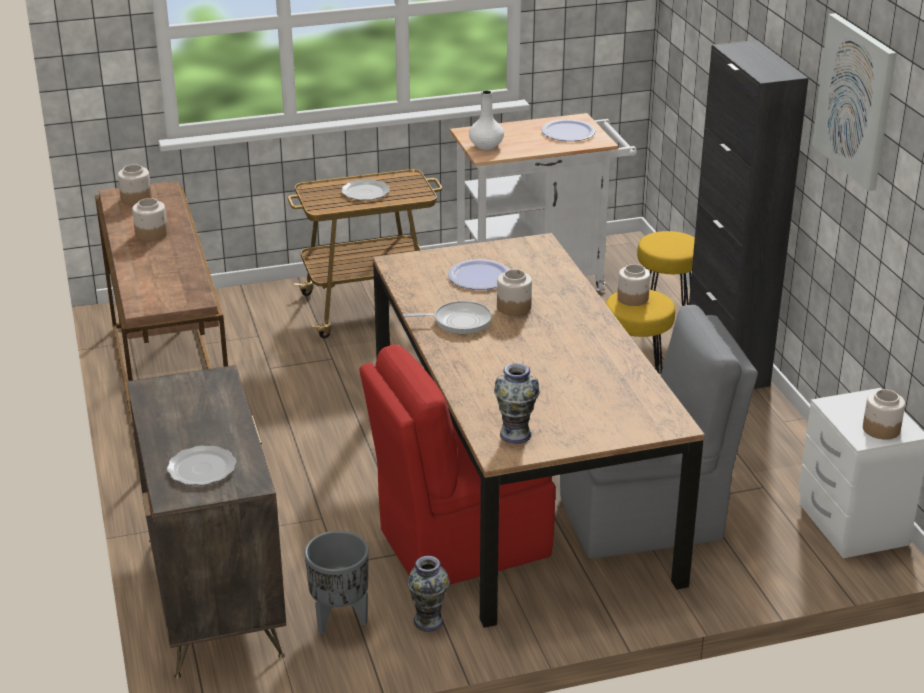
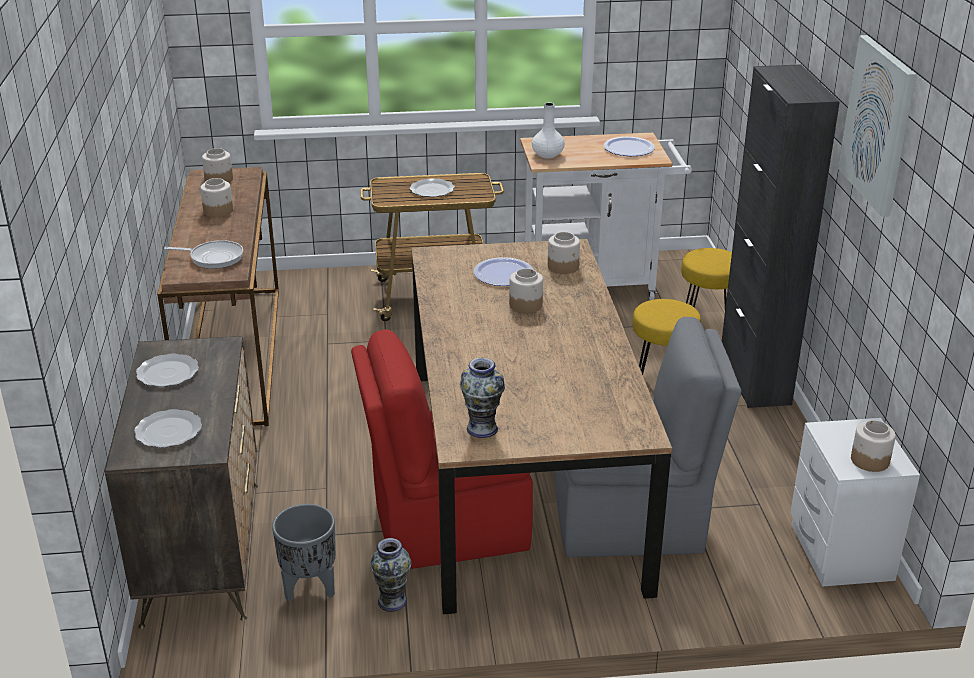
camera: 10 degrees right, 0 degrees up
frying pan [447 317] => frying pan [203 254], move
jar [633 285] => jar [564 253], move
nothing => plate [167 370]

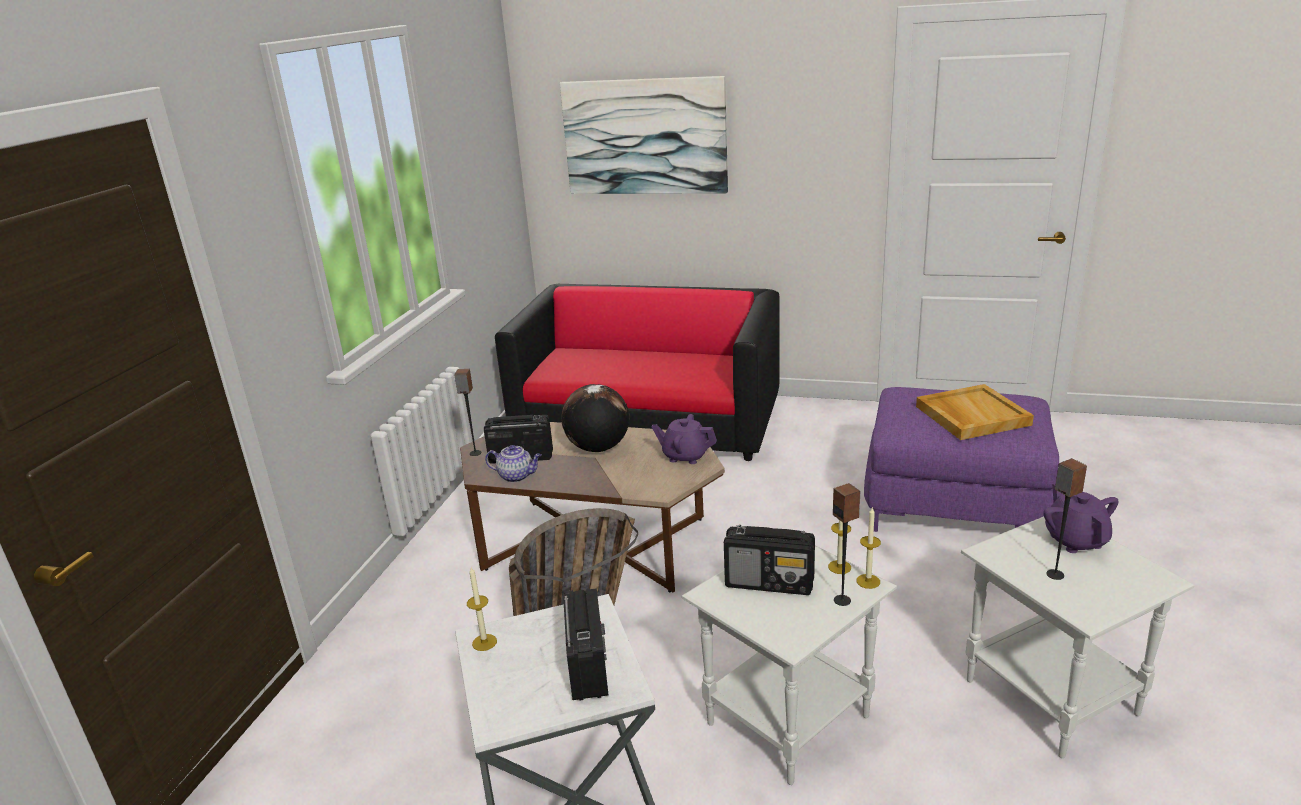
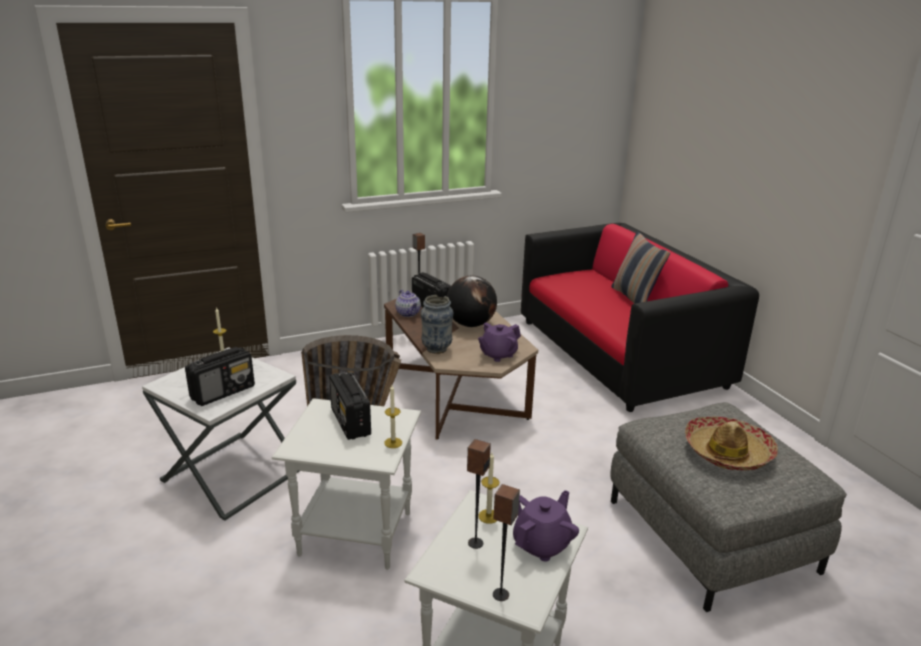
camera: 50 degrees right, 0 degrees up
picture [644 135] => nothing
teapot (purple) [684 439] => teapot (purple) [499 342], 105 degrees counterclockwise
speaker [846 544] => speaker [506 542], move
candle [868 548] => candle [488 488], move
ottoman (purple) [961 459] => ottoman (grey) [728 507]
tray (beige) [975 412] => hat [731 443]
nothing => vase [437 324]
nothing => pillow [640 267]

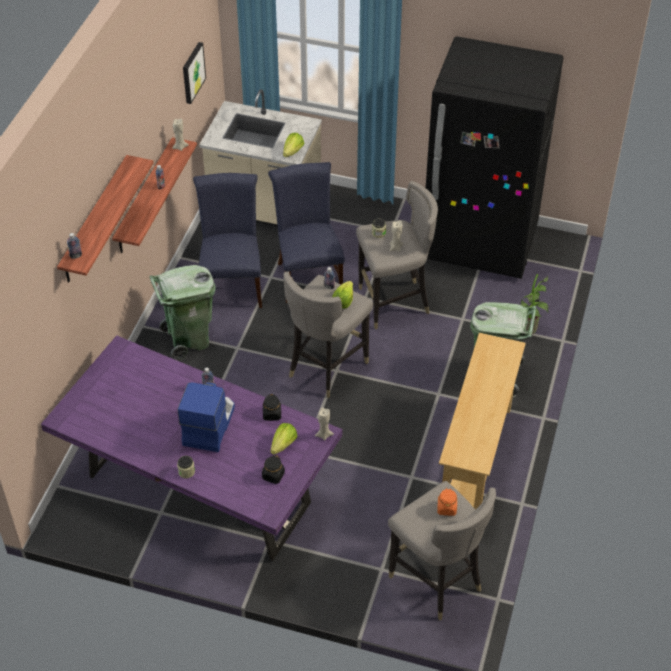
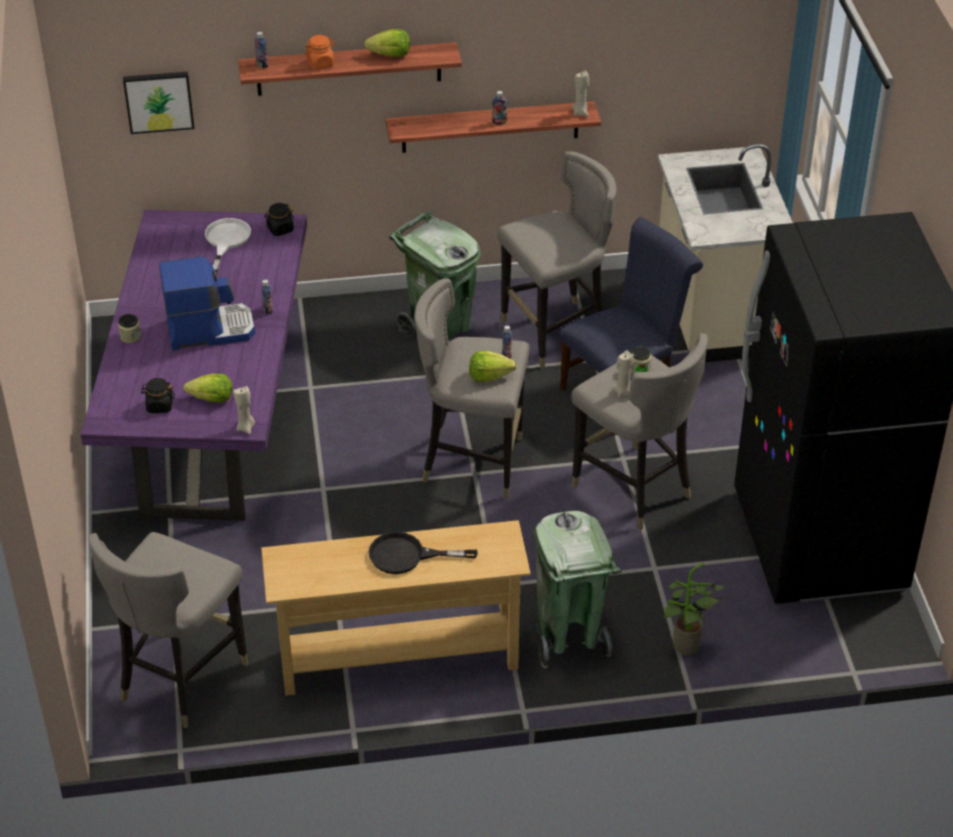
camera: 65 degrees right, 5 degrees down
picture [194 73] => picture [159 103], move
chair (blue) [227 240] => stool (grey) [556 259]
jar (black) [272 407] => jar (black) [279 219], move
lettuce [293 145] => lettuce [387 43], move
jar (orange) [447 502] => jar (orange) [320 52], move
nothing => frying pan (white) [228 247]
nothing => frying pan (black) [423 553]

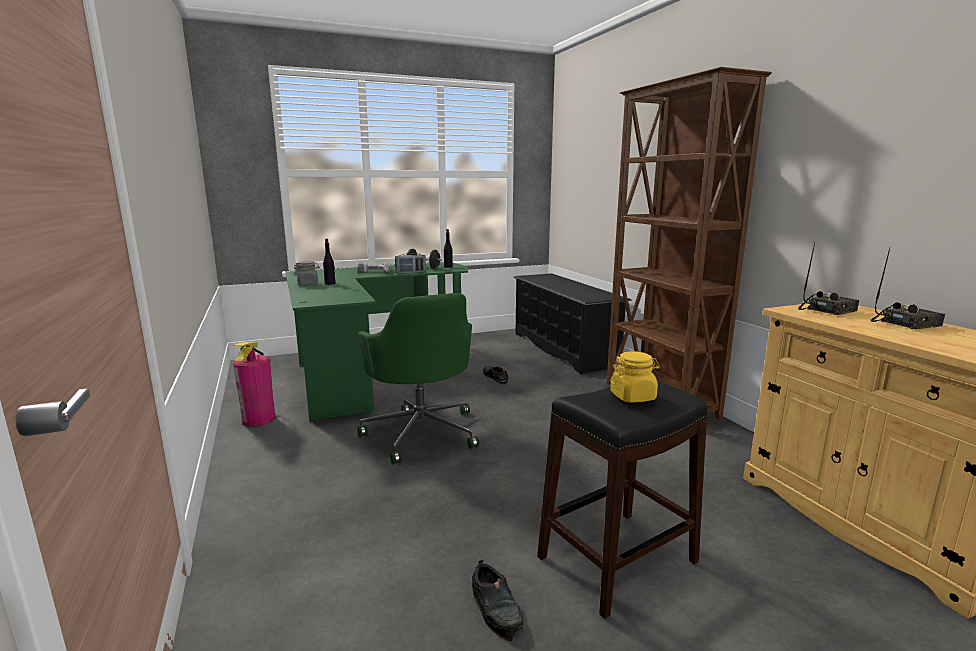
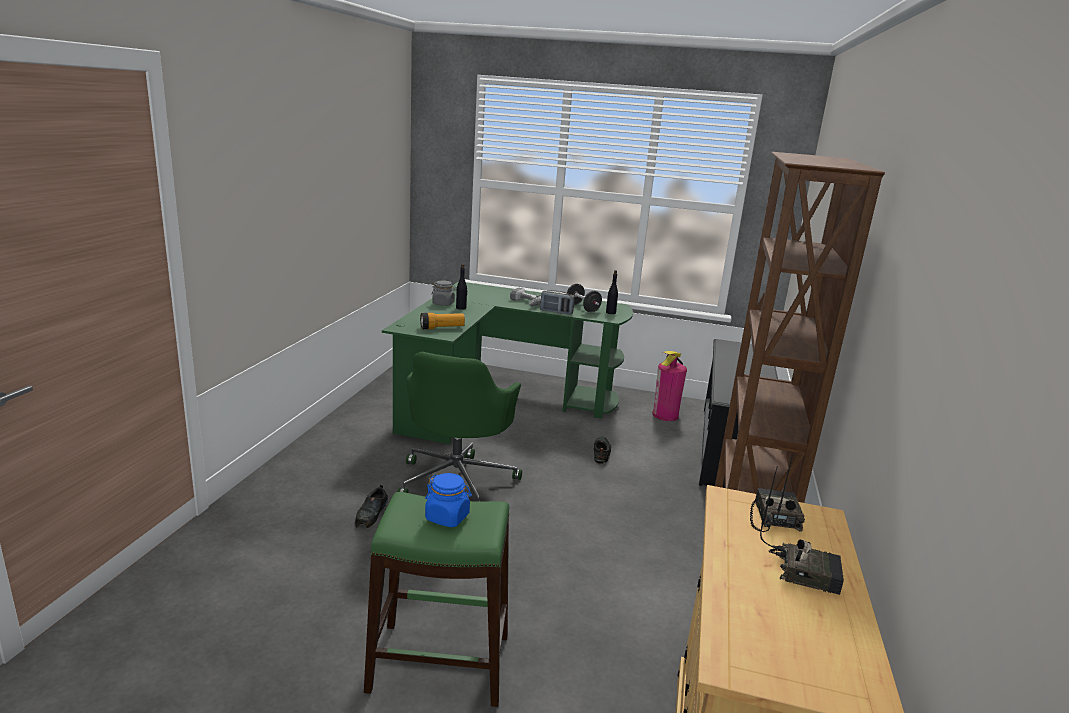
camera: 35 degrees right, 5 degrees up
fire extinguisher [254 384] => fire extinguisher [669 386], move
shoe (black) [498 600] => shoe (black) [371 506], move
stool (black) [622 500] => stool (green) [436 599]
jar (yellow) [635 377] => jar (blue) [448 500]
radio [828 278] => radio [777 493], 90 degrees counterclockwise
nothing => flashlight [442 321]

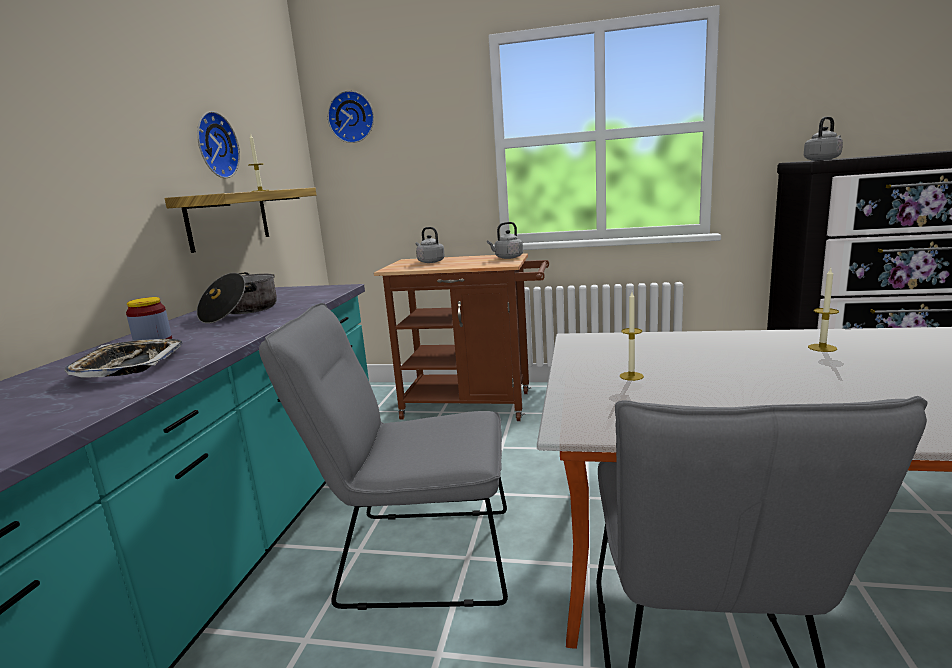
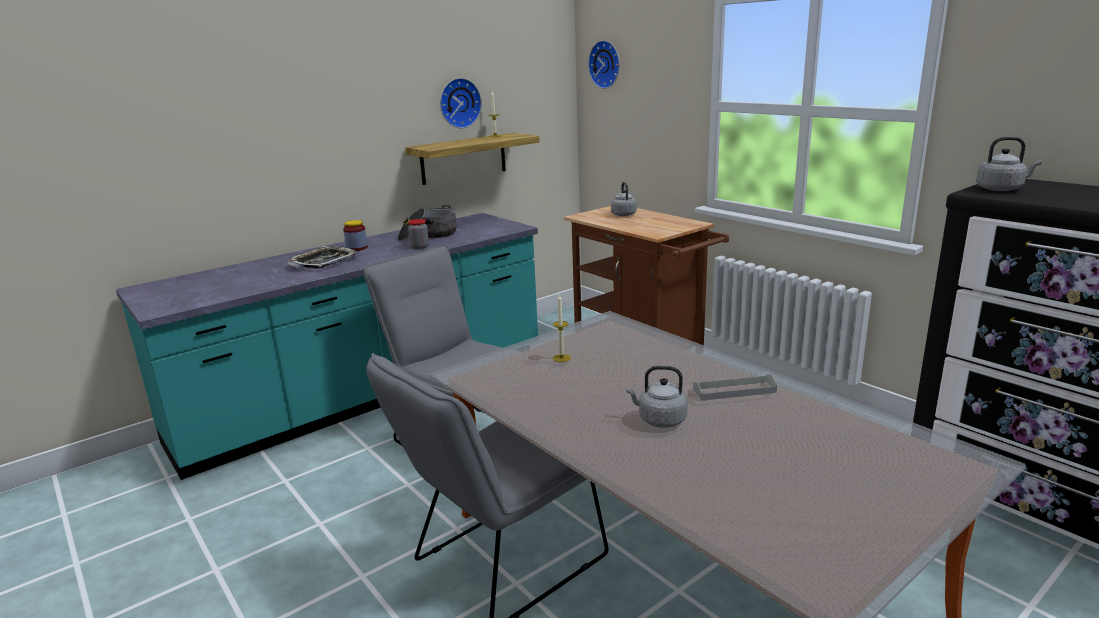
camera: 40 degrees right, 5 degrees up
kettle (grey) [505 240] => kettle (grey) [657 397], move
candle [823 310] => tray (grey) [735 388]
nothing => jar [418 234]

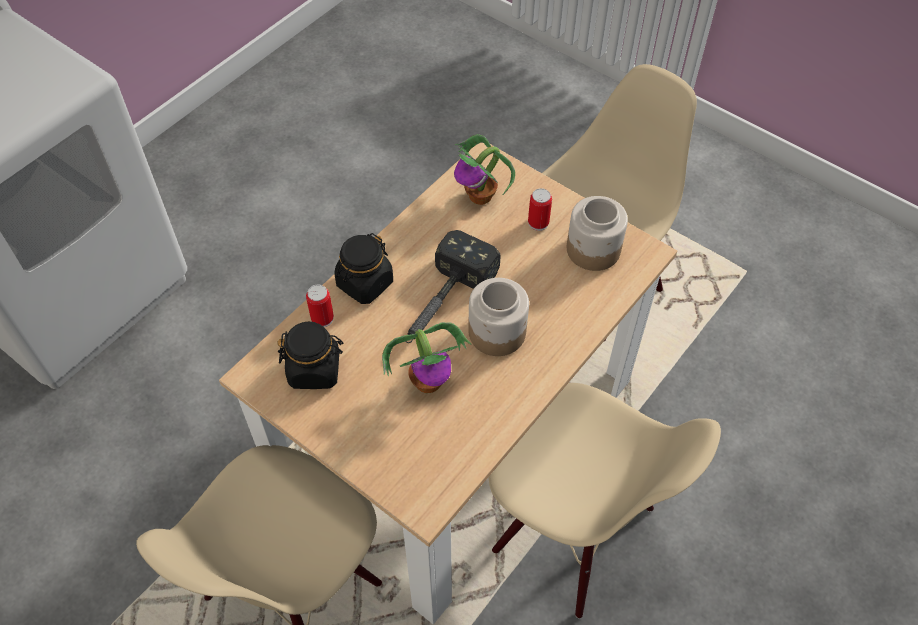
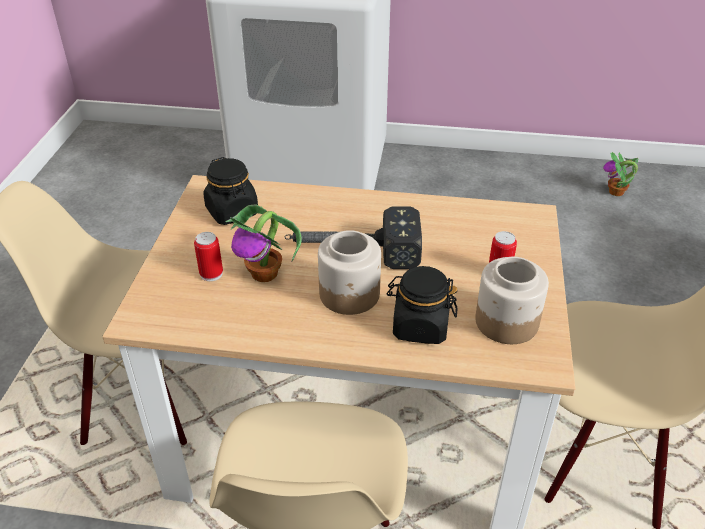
camera: 60 degrees right, 15 degrees down
can [320 306] => can [208 256], move
jar (black) [364 268] => jar (black) [422 305], move
potted plant [484 169] => potted plant [620 174], move

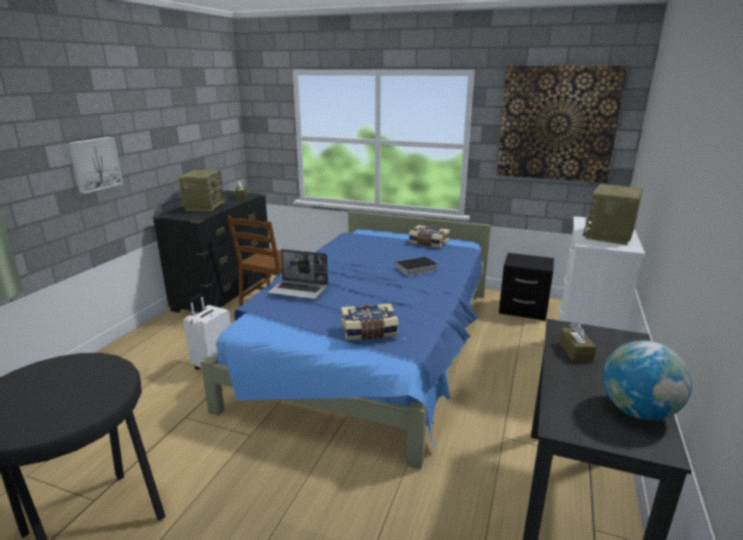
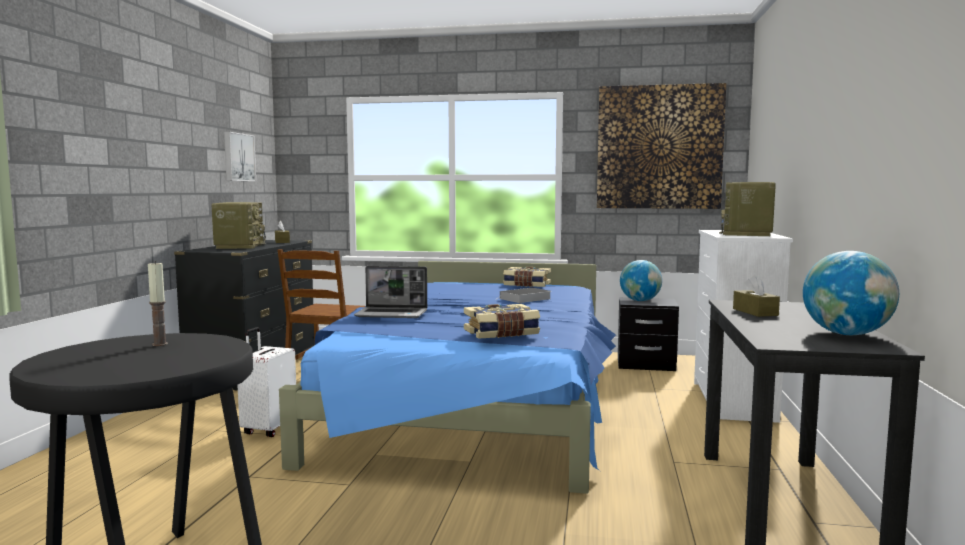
camera: 10 degrees left, 15 degrees down
picture [95 165] => picture [240 156], move
nothing => candle [158 303]
nothing => globe [641 280]

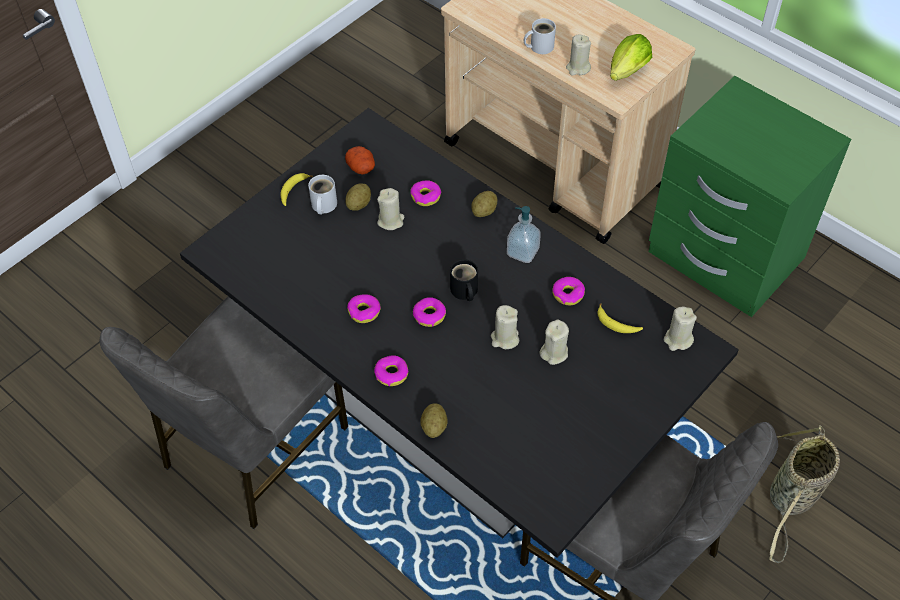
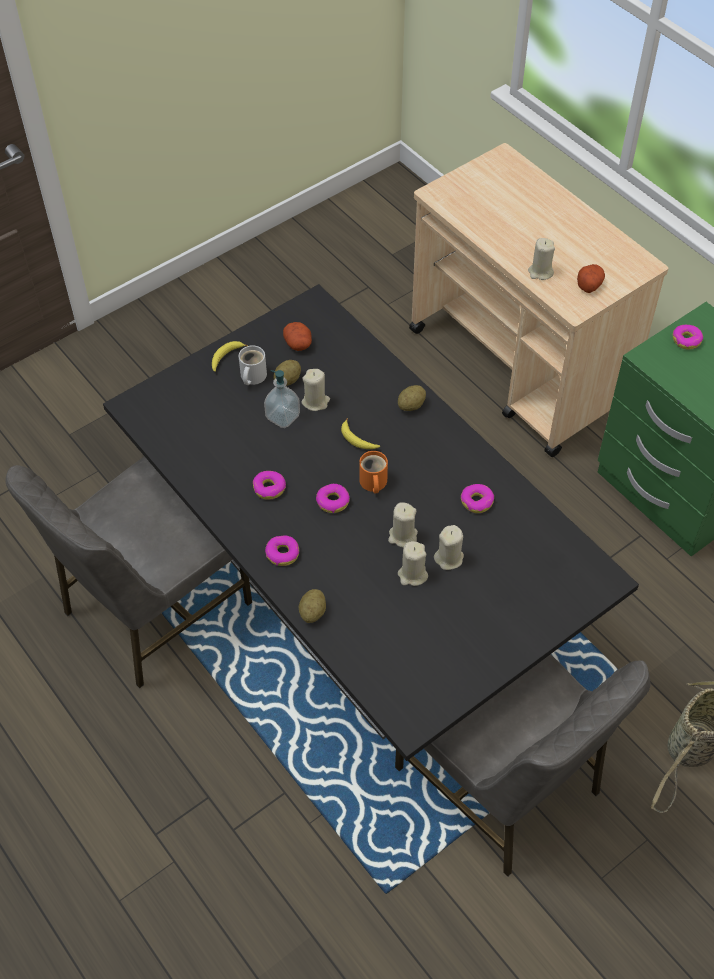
camera: 10 degrees right, 0 degrees up
donut [425 193] => donut [688 337], move
mug (black) [464 280] => mug (orange) [373 472]
soap dispenser [524 234] => soap dispenser [282 399], move
mug (white) [540 36] => nothing
banana [620 318] => banana [360 433], move
lettuce [631 57] => potato [591 278]
candle (beige) [680 329] => candle (beige) [413 563], move

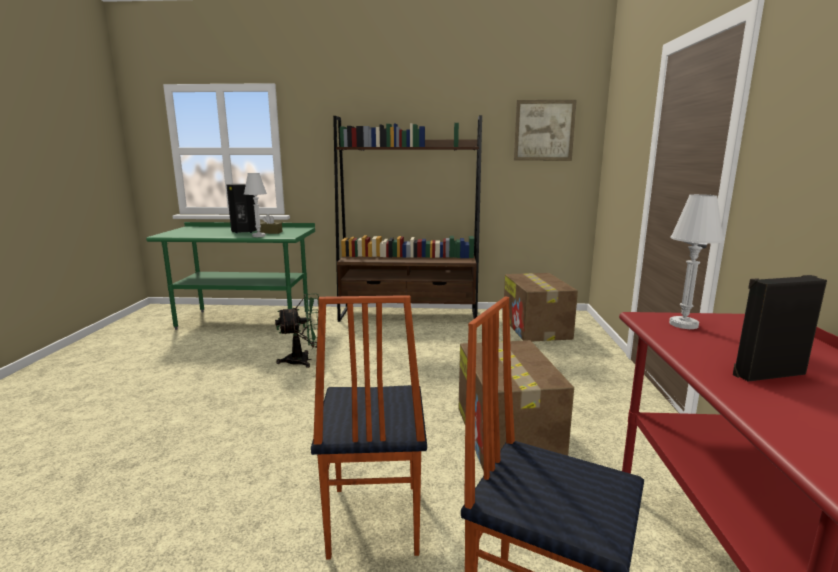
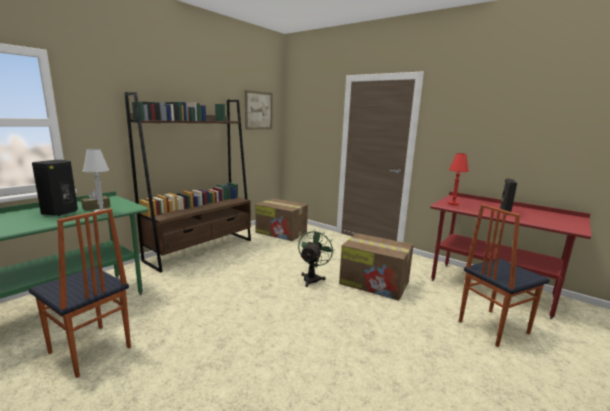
camera: 55 degrees left, 0 degrees up
fan (green) [297 330] => fan (green) [316 258], move
chair [369 427] => chair [79 293], move
table lamp (white) [696 261] => table lamp (red) [458 179]

